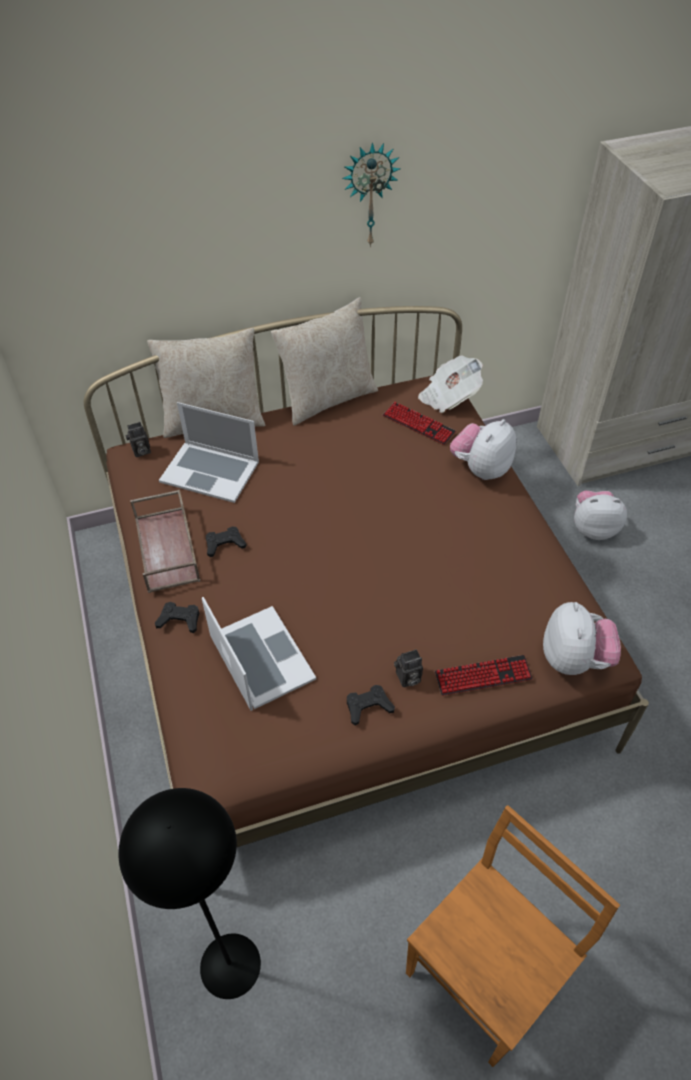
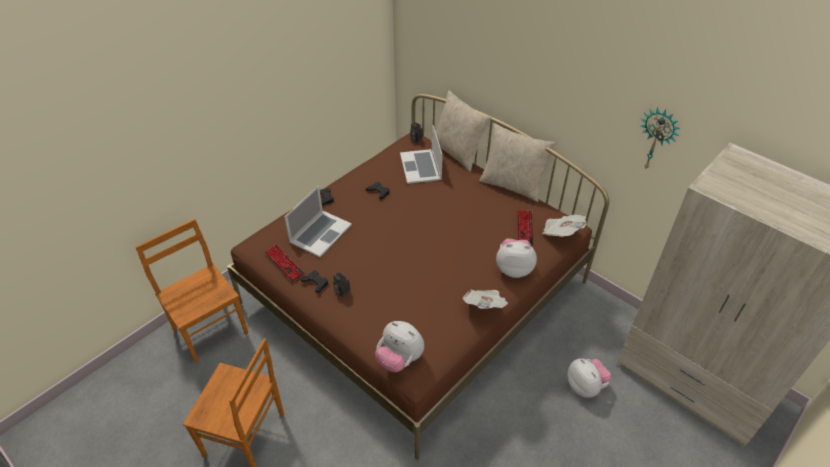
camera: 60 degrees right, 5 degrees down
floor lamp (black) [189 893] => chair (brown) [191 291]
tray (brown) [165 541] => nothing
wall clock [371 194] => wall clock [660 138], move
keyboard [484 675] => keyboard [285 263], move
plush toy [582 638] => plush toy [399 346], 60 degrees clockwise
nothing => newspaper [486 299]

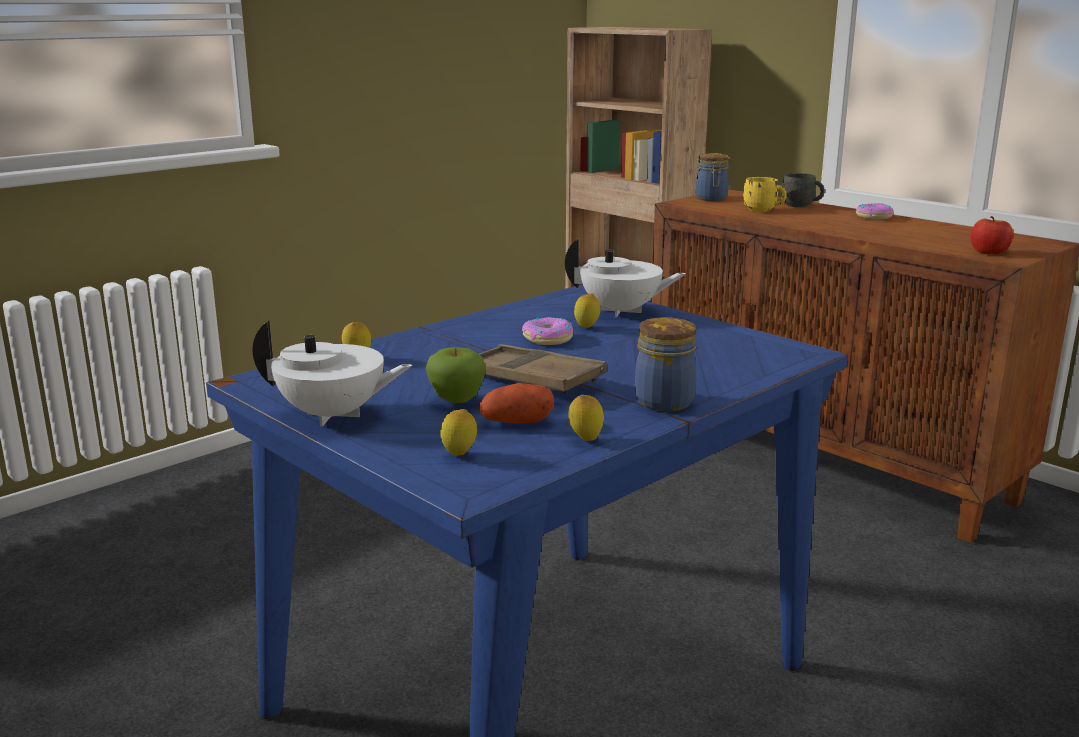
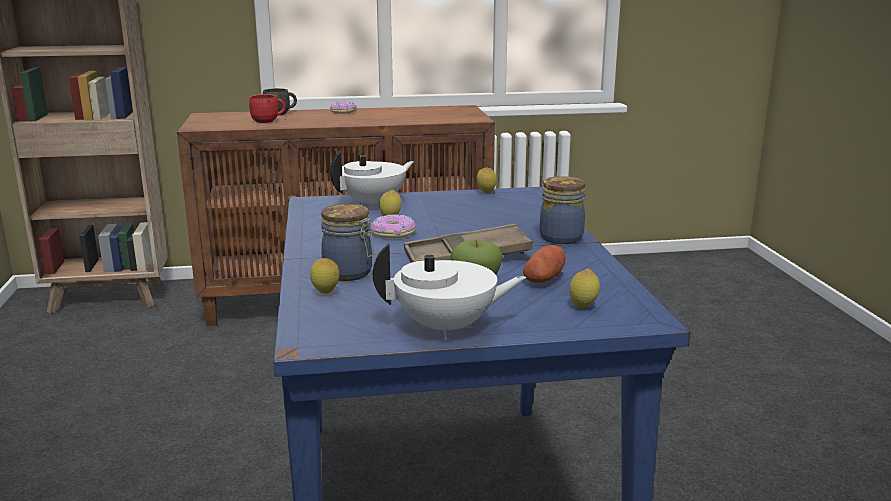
camera: 55 degrees left, 0 degrees up
teapot (white) [332 373] => teapot (white) [450 291], 45 degrees clockwise
lemon [586 418] => lemon [487 180], move
jar [712 177] => jar [347 242], move
mug (yellow) [765 194] => mug (red) [267 108]
apple [992 235] => nothing

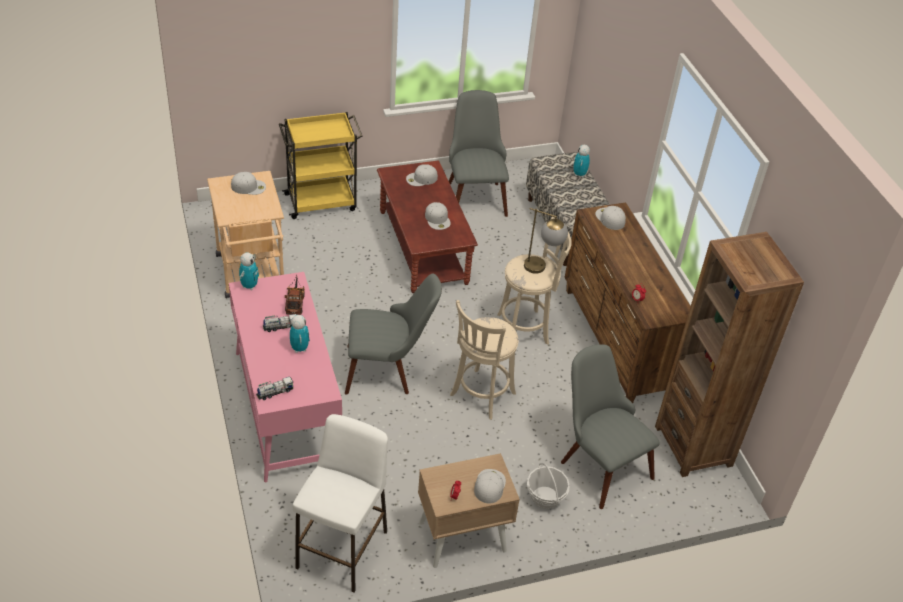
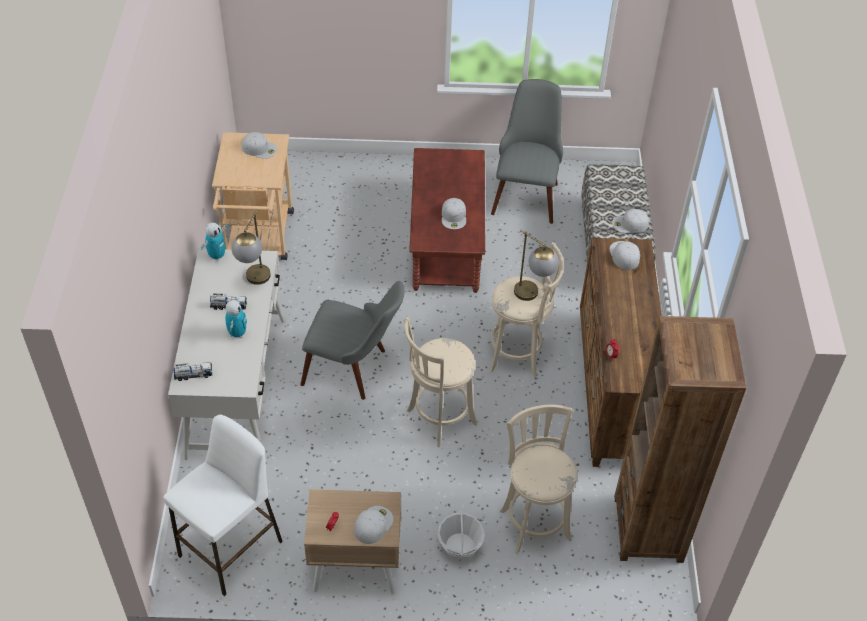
camera: 20 degrees right, 5 degrees up
desk (pink) [285 377] => desk (white) [226 354]
cart (yellow) [320 165] => nothing
toy truck [295 295] => table lamp [251 247]
cap (white) [422 175] => cap (white) [630 221], move
chair (grey) [610 426] => stool (beige) [538 479]
toy robot [581 161] => nothing

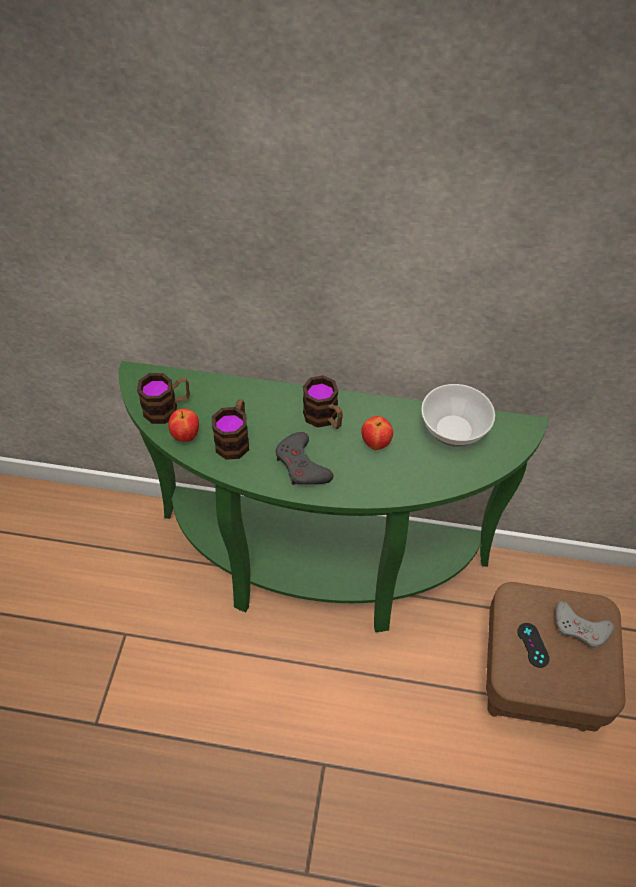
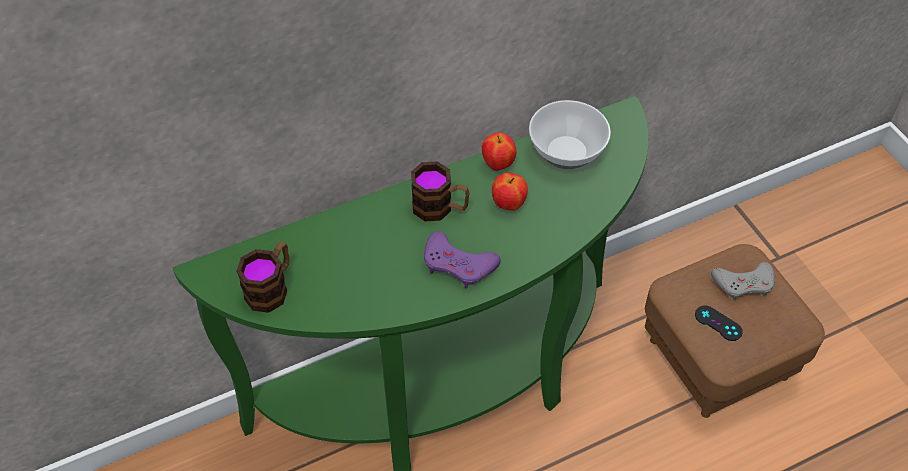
camera: 35 degrees left, 0 degrees up
apple [183 425] => apple [499 152], move
mug [230 429] => nothing
game controller (grey) [305 458] => game controller (purple) [462 259]

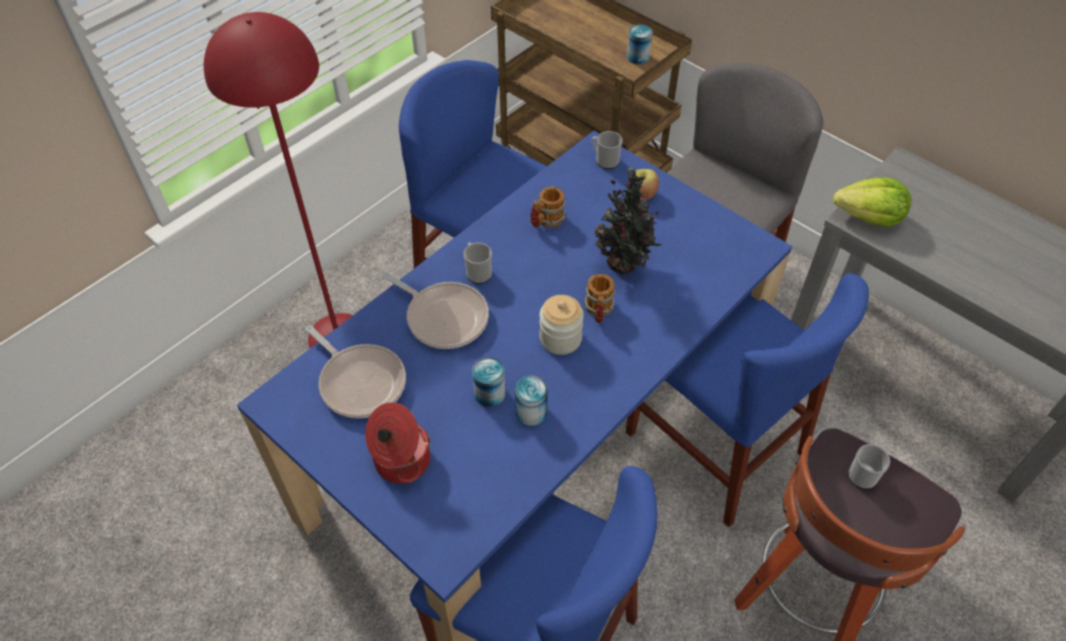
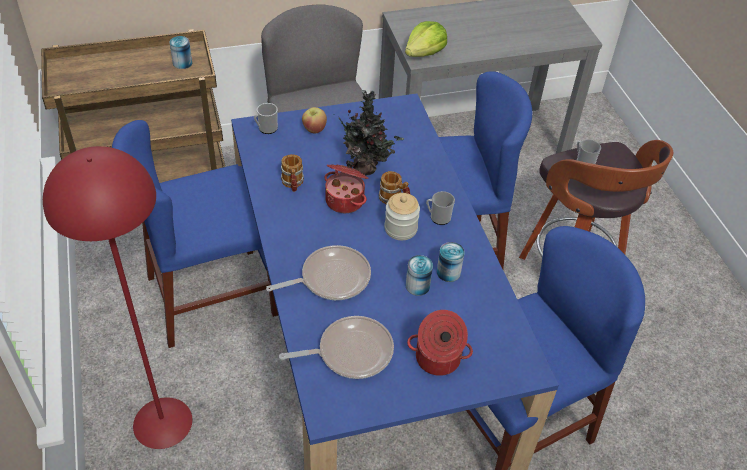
camera: 60 degrees left, 5 degrees down
mug [477 263] => mug [440 208], move
nothing => cooking pot [346 186]

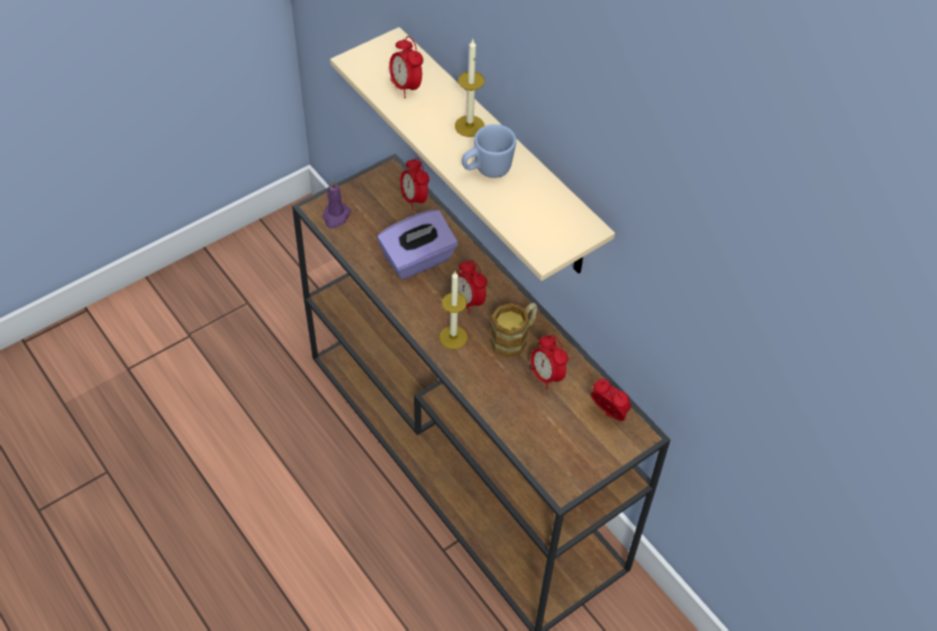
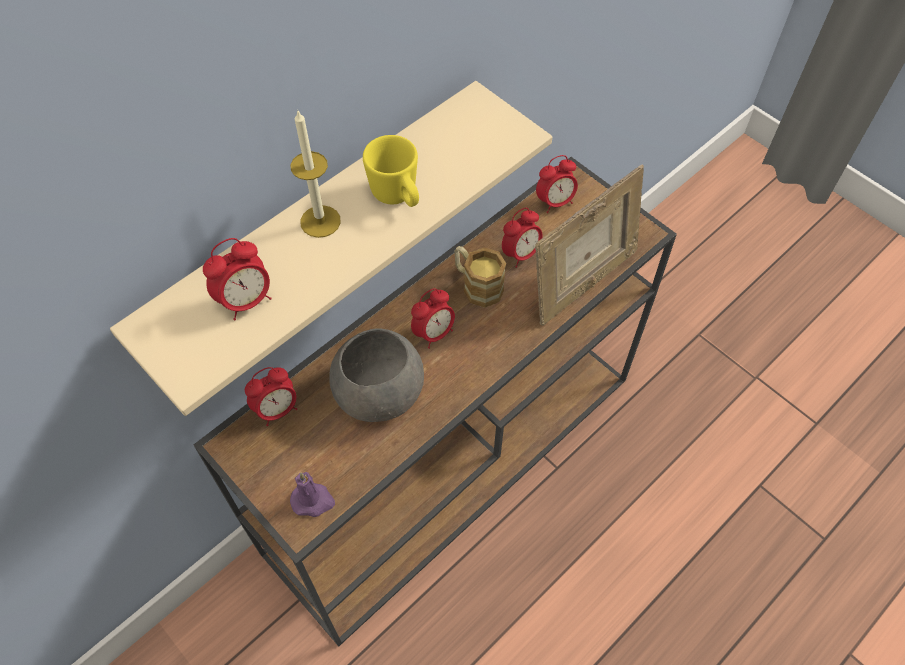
camera: 95 degrees left, 5 degrees up
tissue box (purple) [417 245] => bowl (grey) [376 375]
candle [453 310] => nothing
mug (blue) [489 151] => mug (yellow) [391 171]
alarm clock [611 400] => alarm clock [557 184], 150 degrees counterclockwise
nothing => picture frame [589 245]

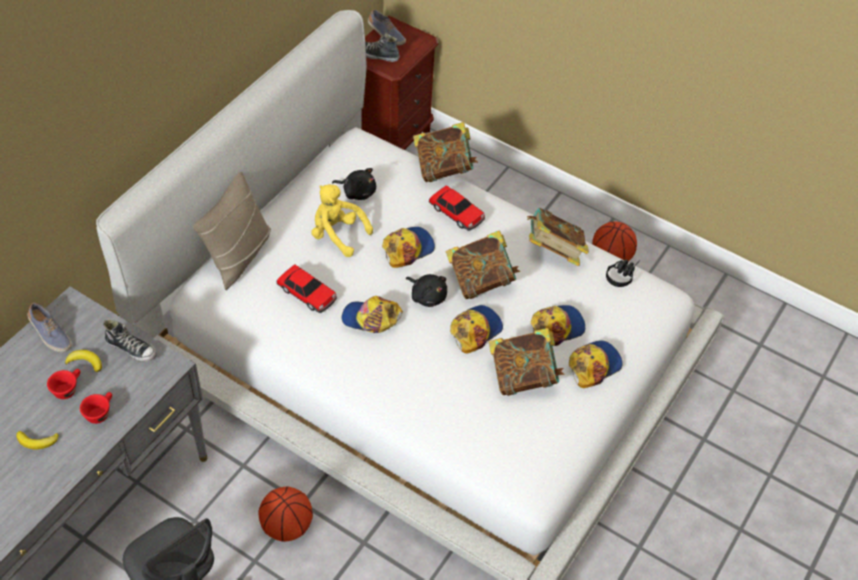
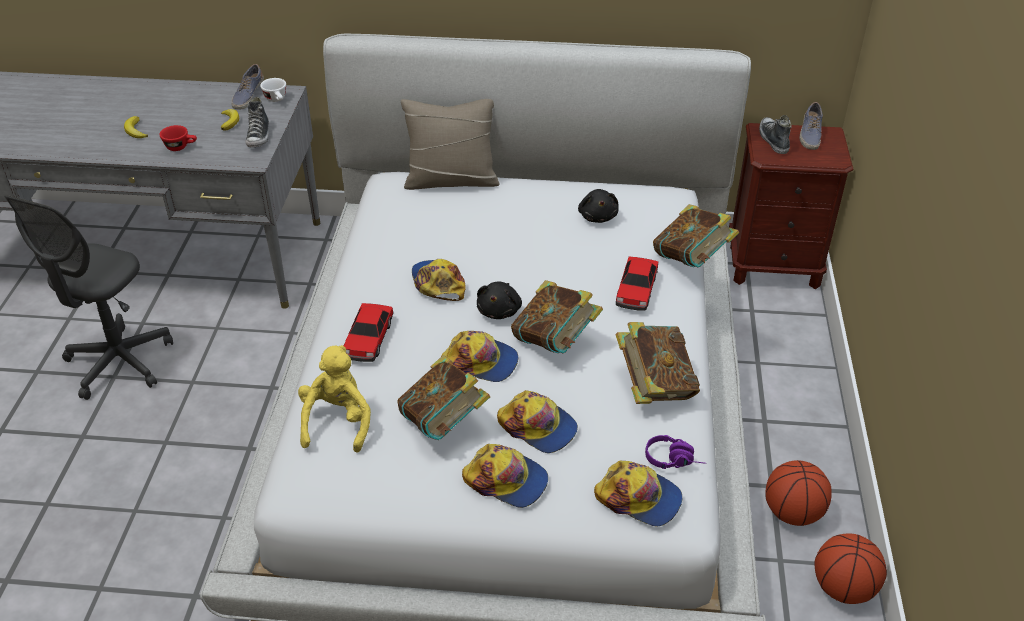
camera: 65 degrees right, 10 degrees down
cup (red) [63 384] => nothing
basketball [285 514] => basketball [850 569], move
toy car [307 288] => toy car [368 332], move
plush toy (yellow) [342 220] => plush toy (yellow) [334 399], move
cap [408 247] => cap [638 494], move
headphones (black) [622 273] => headphones (purple) [675 452]
nothing => cup (white) [273 90]

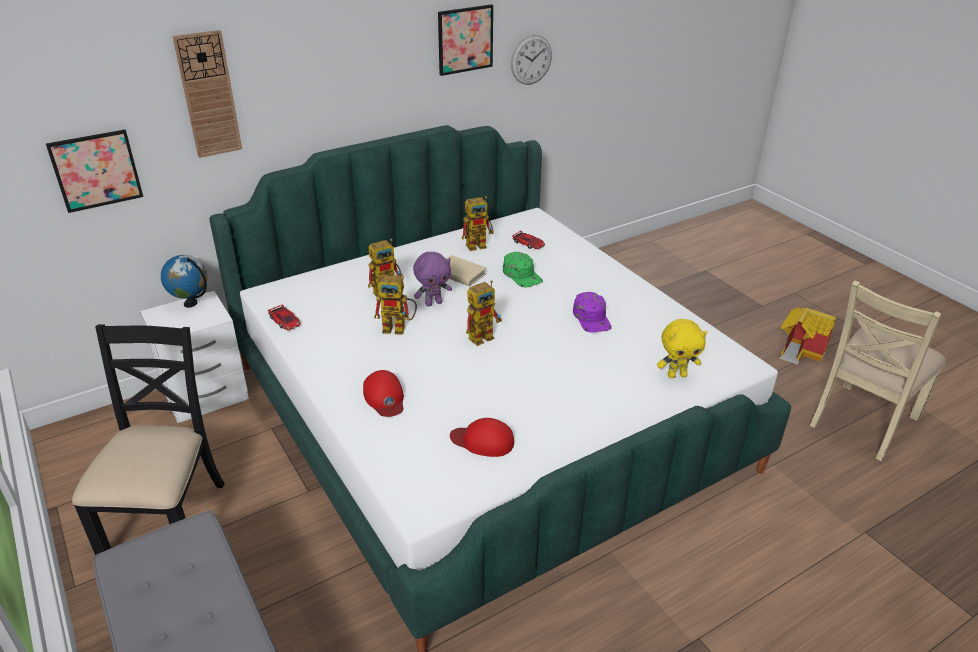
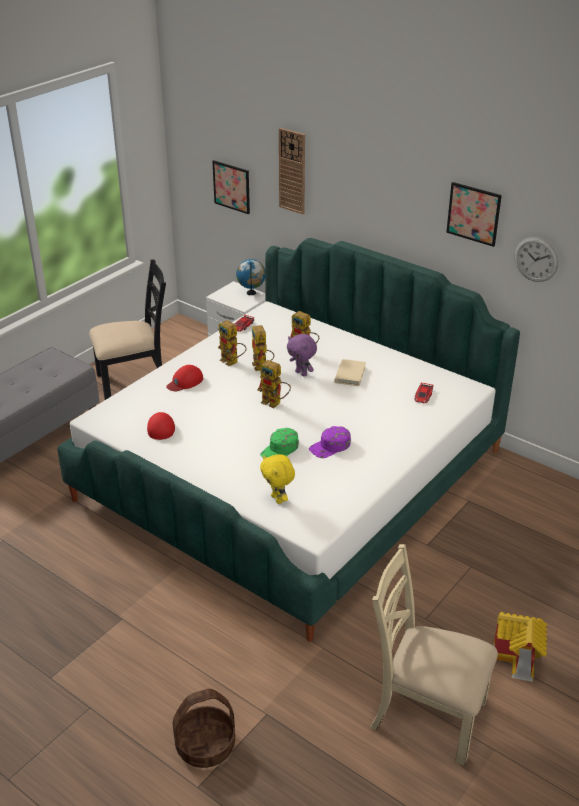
camera: 70 degrees right, 0 degrees up
toy robot [478 223] => toy robot [232 343], move
cap (green) [523 269] => cap (green) [279 443], move
nothing => basket [203 728]

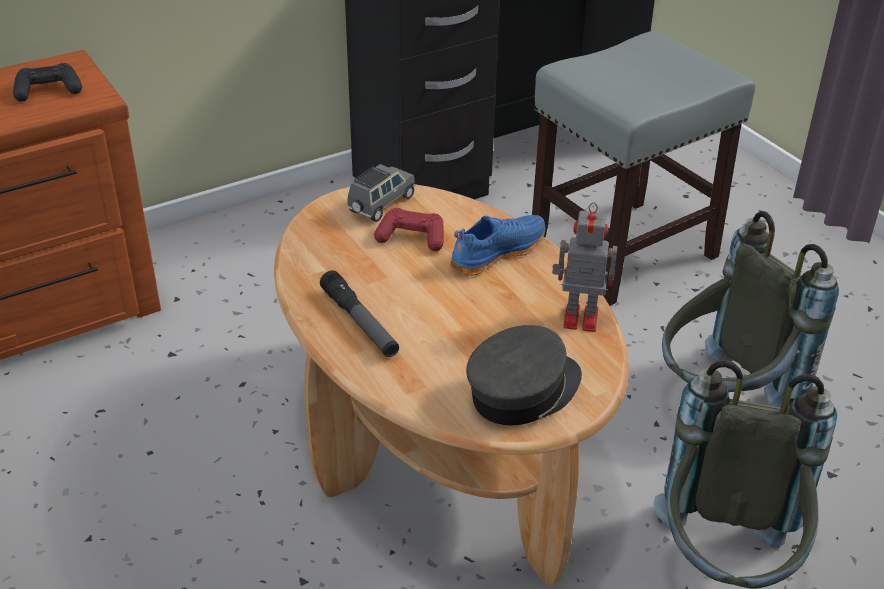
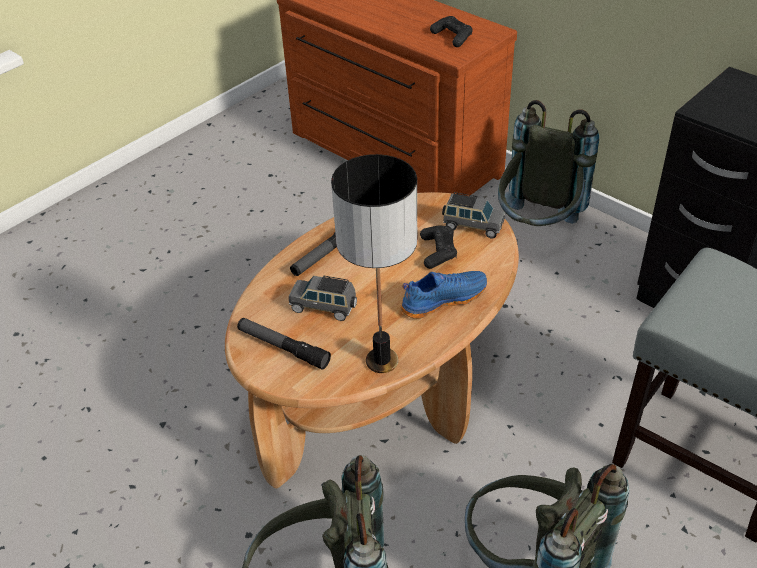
camera: 75 degrees right, 5 degrees up
game controller (red) [409 229] => game controller (black) [438 247]
shoe (blue) [497 245] => shoe (blue) [444 295], 60 degrees counterclockwise
cap (grey) [524 375] => flashlight [284 343]
toy robot [585 267] => table lamp [374 263]
nothing => toy car (grey) [323 298]
nothing => backpack (grey) [548 163]

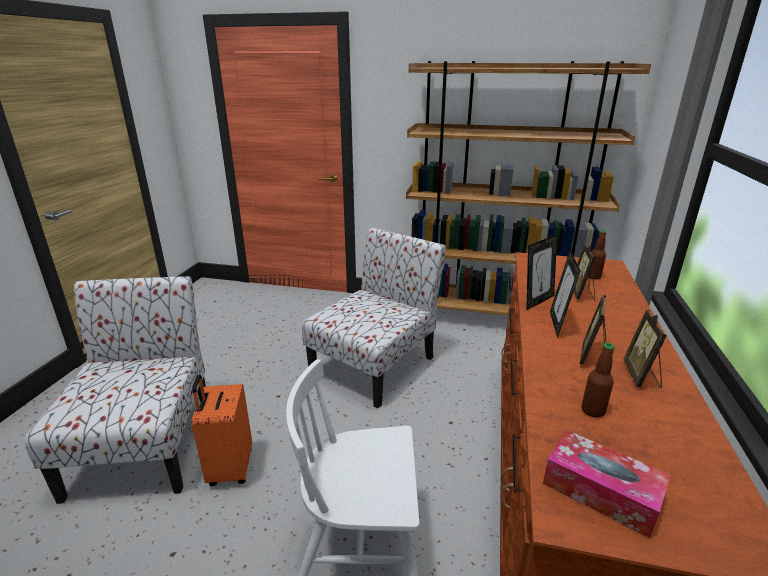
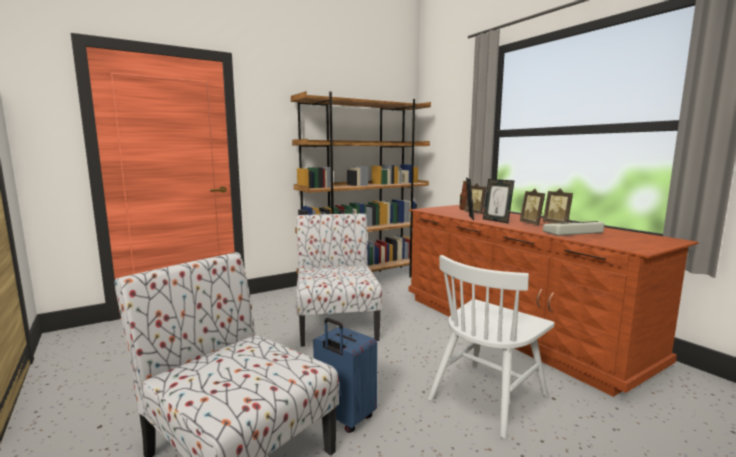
camera: 45 degrees left, 15 degrees down
suitcase (orange) [221 430] => suitcase (blue) [345 375]
tissue box [607 484] => nothing
bottle [598 380] => keyboard [573 228]

